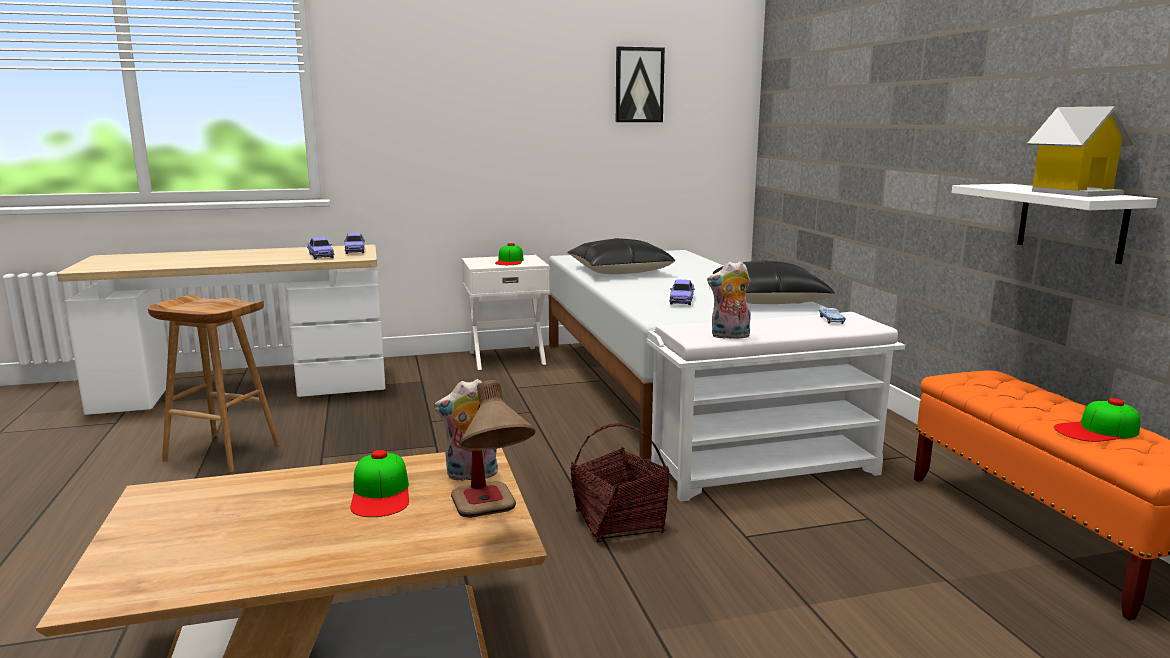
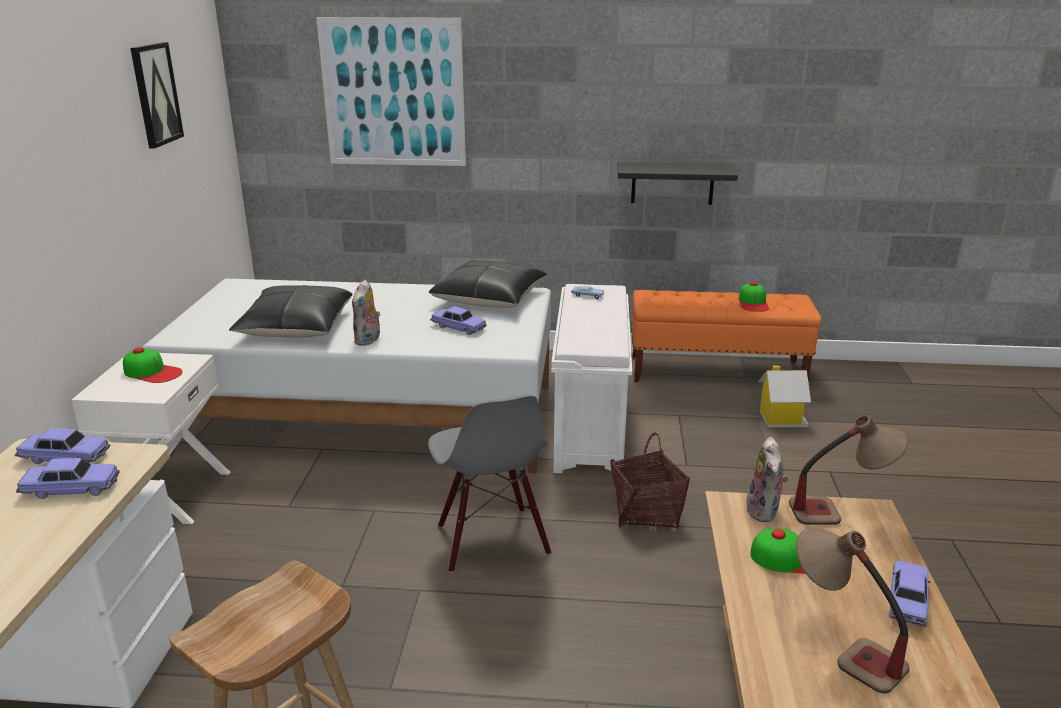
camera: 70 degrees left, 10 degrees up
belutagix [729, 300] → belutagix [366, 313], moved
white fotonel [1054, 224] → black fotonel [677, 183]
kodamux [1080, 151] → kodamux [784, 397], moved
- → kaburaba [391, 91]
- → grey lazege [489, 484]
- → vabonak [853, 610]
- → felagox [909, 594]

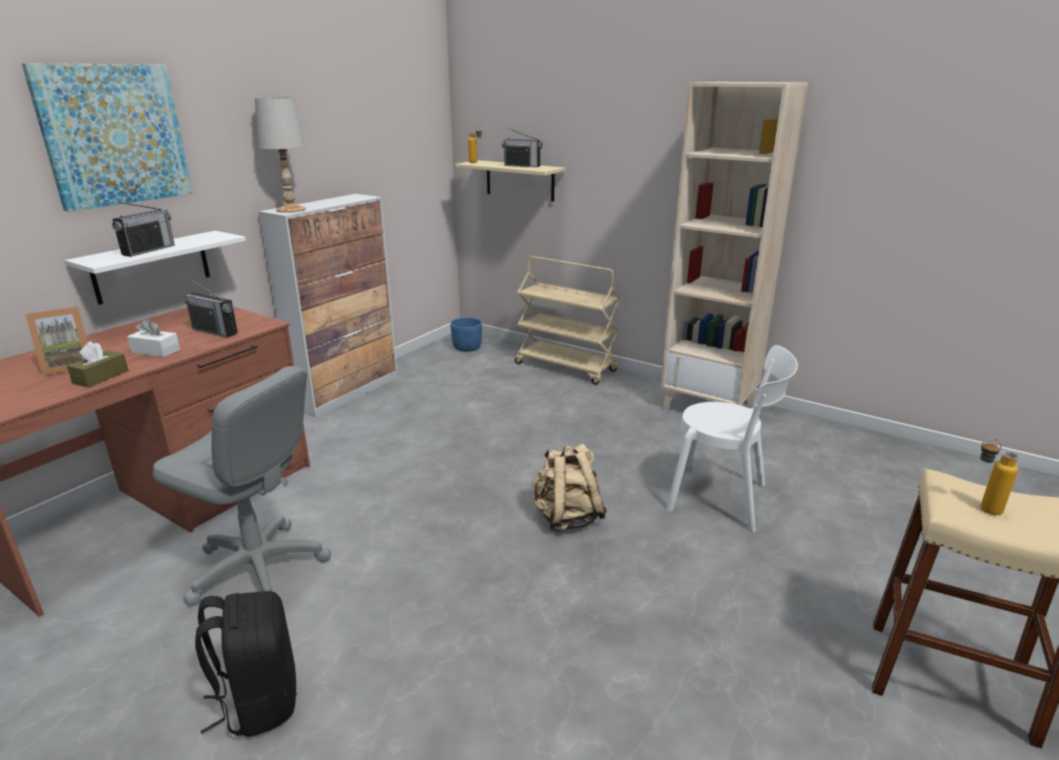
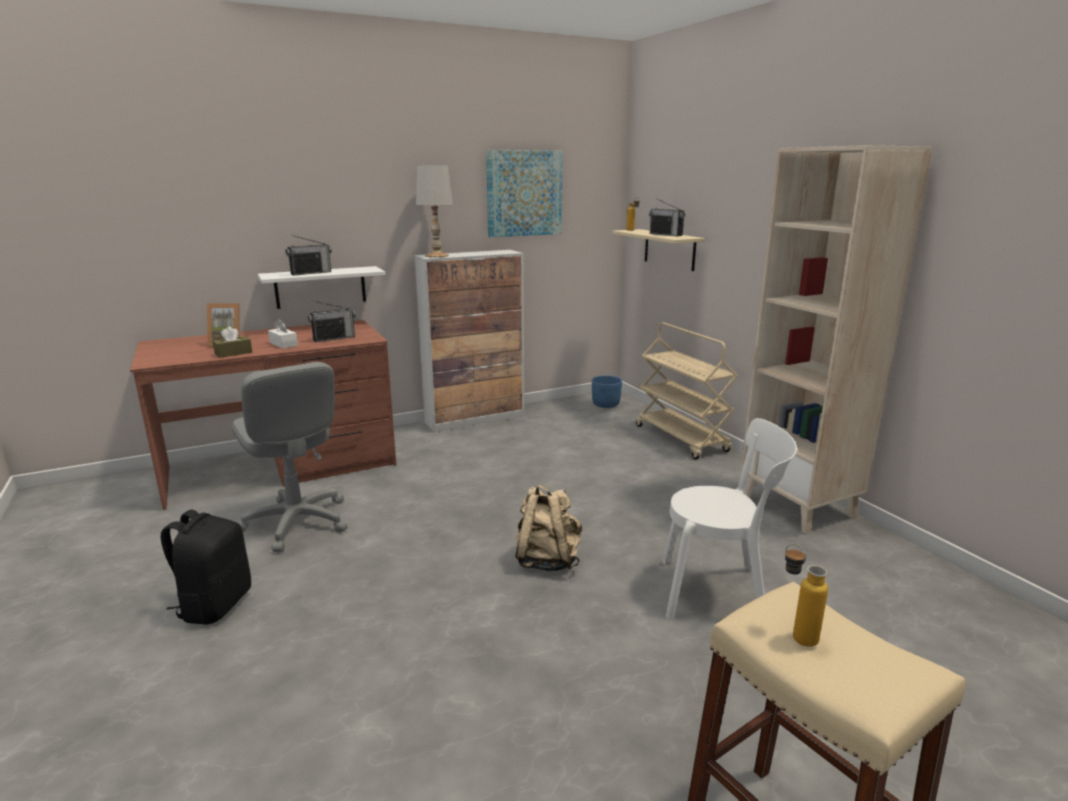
camera: 30 degrees right, 5 degrees down
kaburaba [107, 137] → kaburaba [524, 193], moved
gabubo [211, 309] → gabubo [332, 321], 90 degrees counterclockwise
white lazege [732, 438] → white lazege [730, 518], 45 degrees counterclockwise

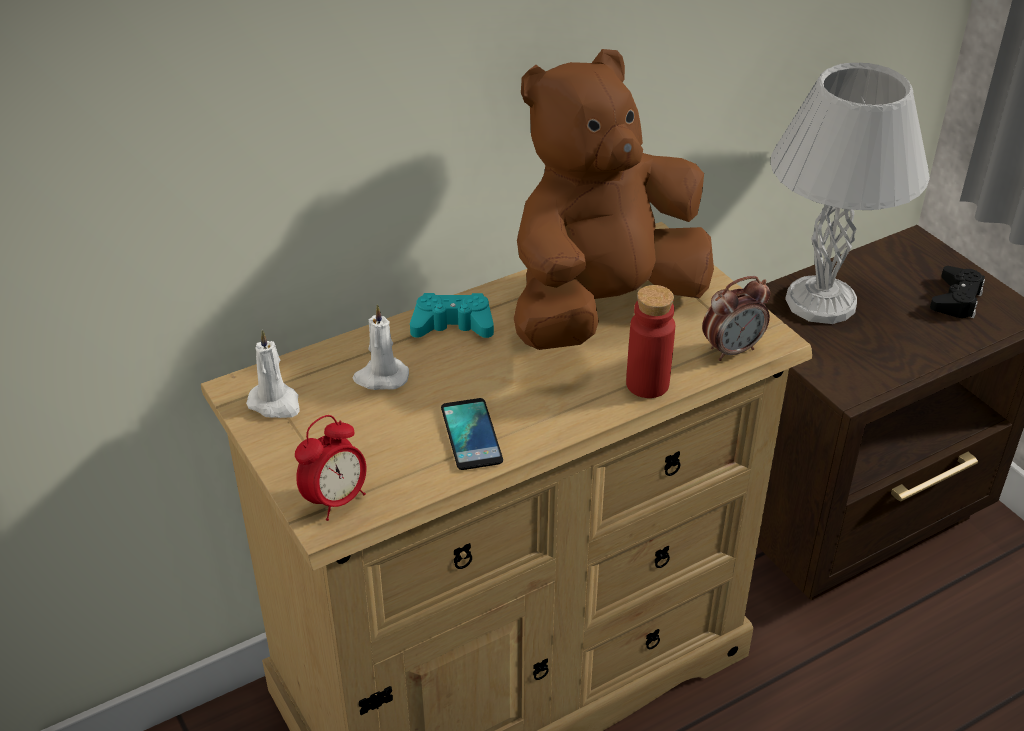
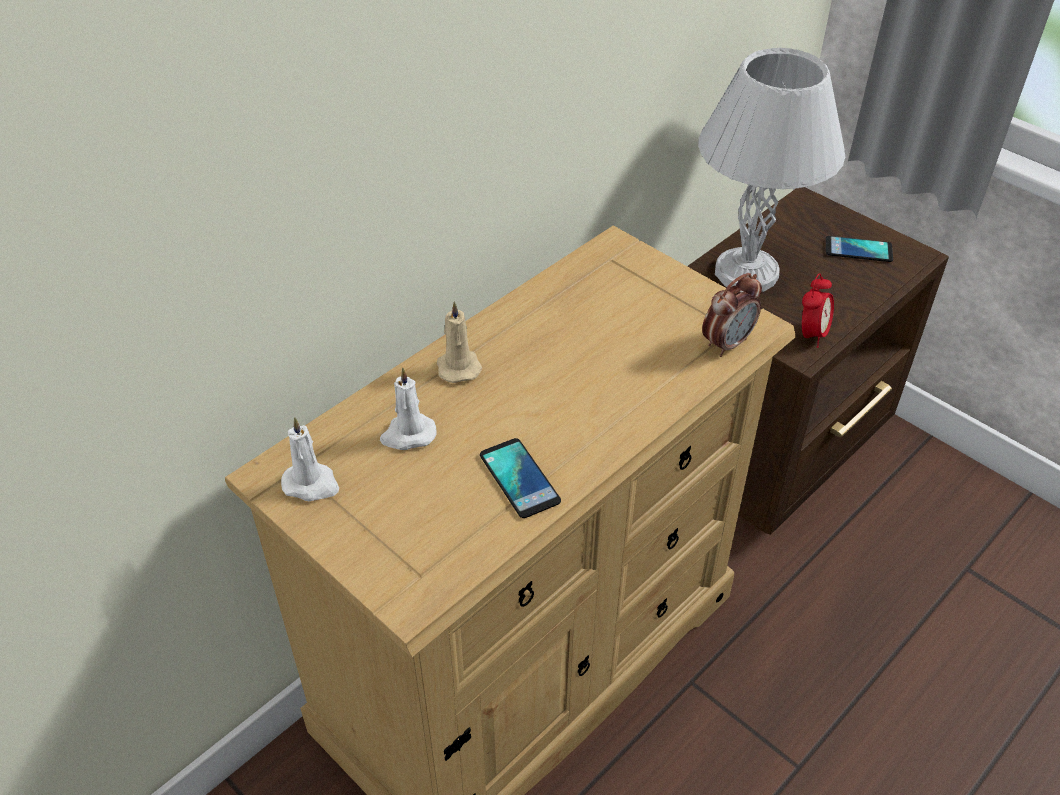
camera: 15 degrees left, 5 degrees up
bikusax [331, 468] → bikusax [818, 310], moved
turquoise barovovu [452, 315] → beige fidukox [459, 342]
brown belutagix [614, 199] → -
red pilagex [650, 341] → -
black barovovu [957, 292] → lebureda [859, 249]

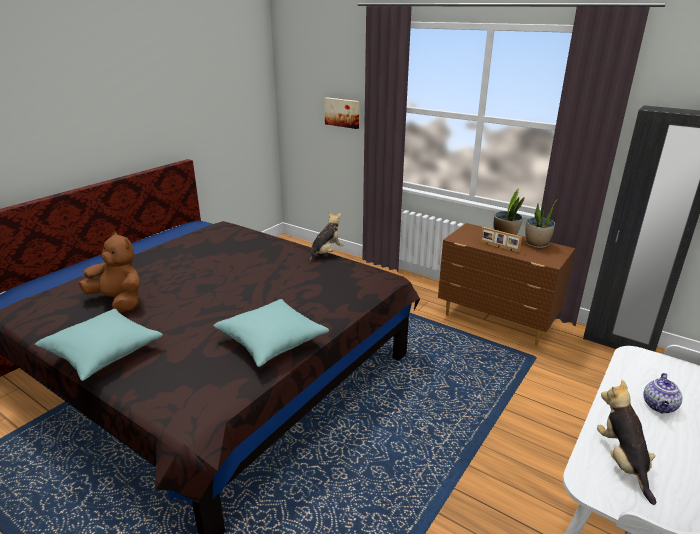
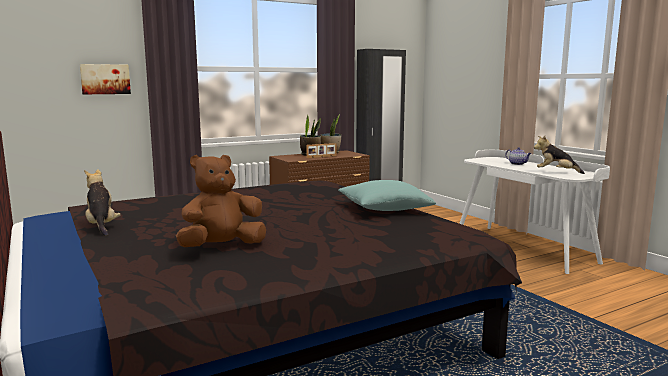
camera: 65 degrees left, 15 degrees down
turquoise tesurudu [99, 345] → -
belutagix [326, 237] → belutagix [102, 202], moved

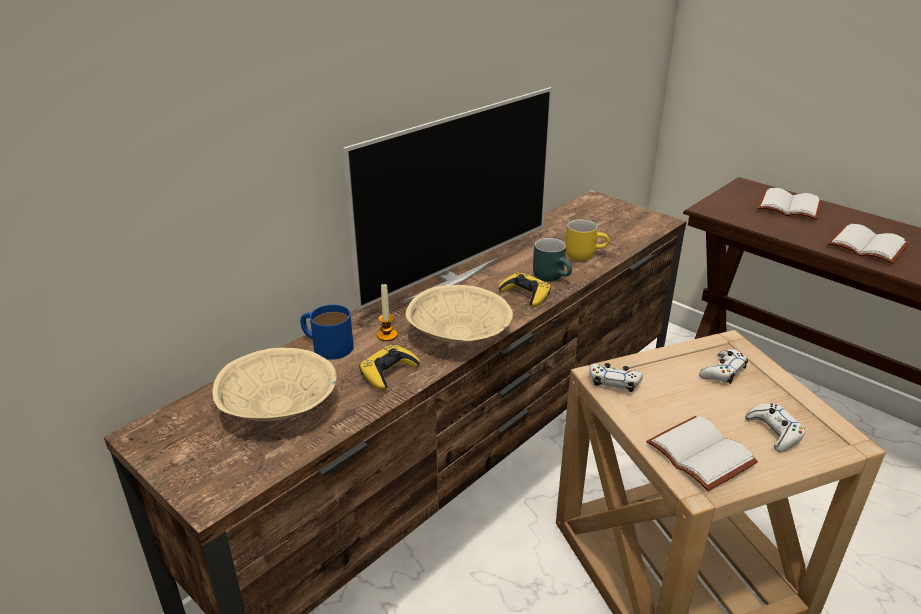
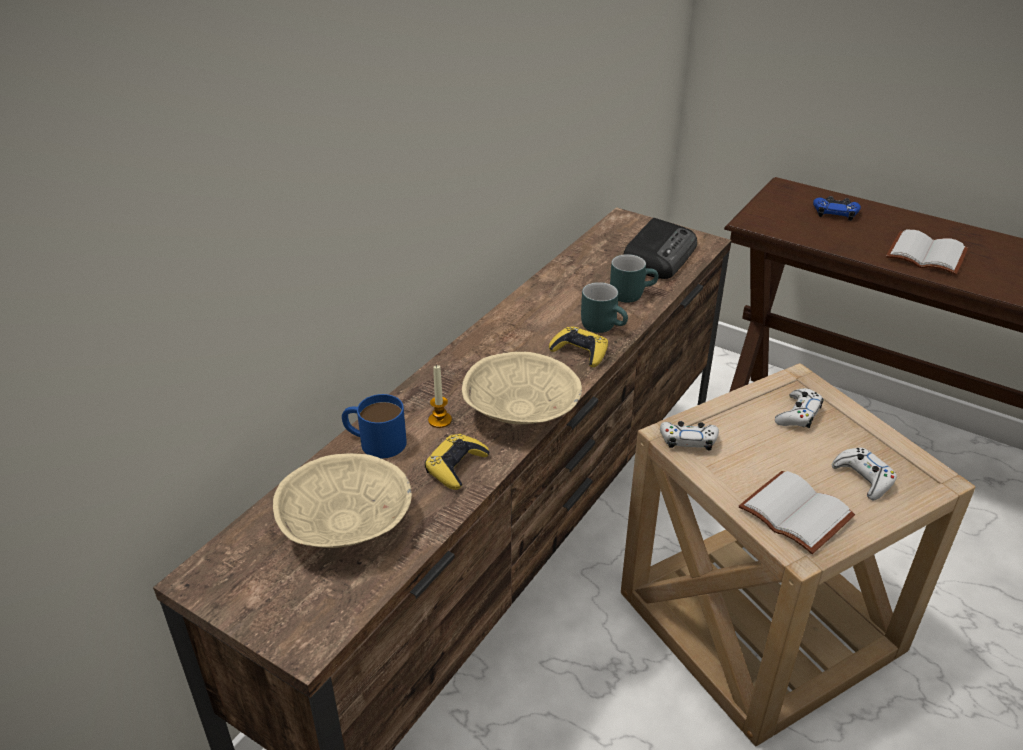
camera: 10 degrees left, 5 degrees up
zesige [447, 198] → -
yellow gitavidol [587, 240] → turquoise gitavidol [634, 278]
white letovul [789, 204] → blue barovovu [837, 208]
- → gabubo [660, 248]

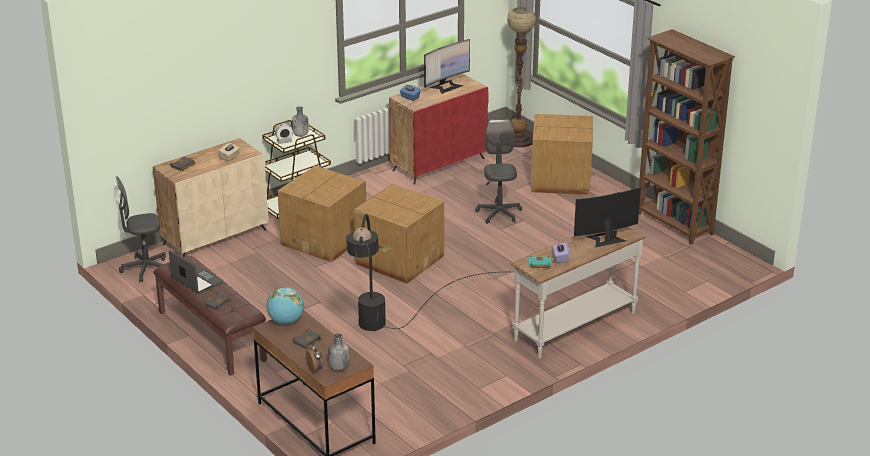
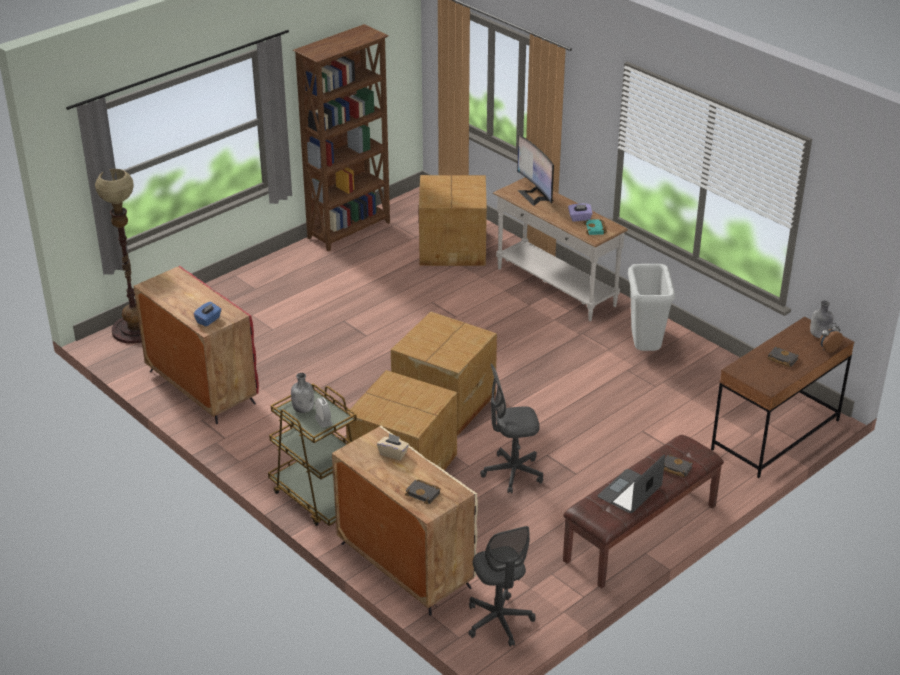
camera: 95 degrees left, 5 degrees up
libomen [285, 305] → -
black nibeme [422, 272] → -
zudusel [447, 66] → -
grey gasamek [498, 171] → grey gasamek [511, 429], moved
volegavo [562, 154] → volegavo [453, 220], moved
- → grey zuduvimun [651, 307]

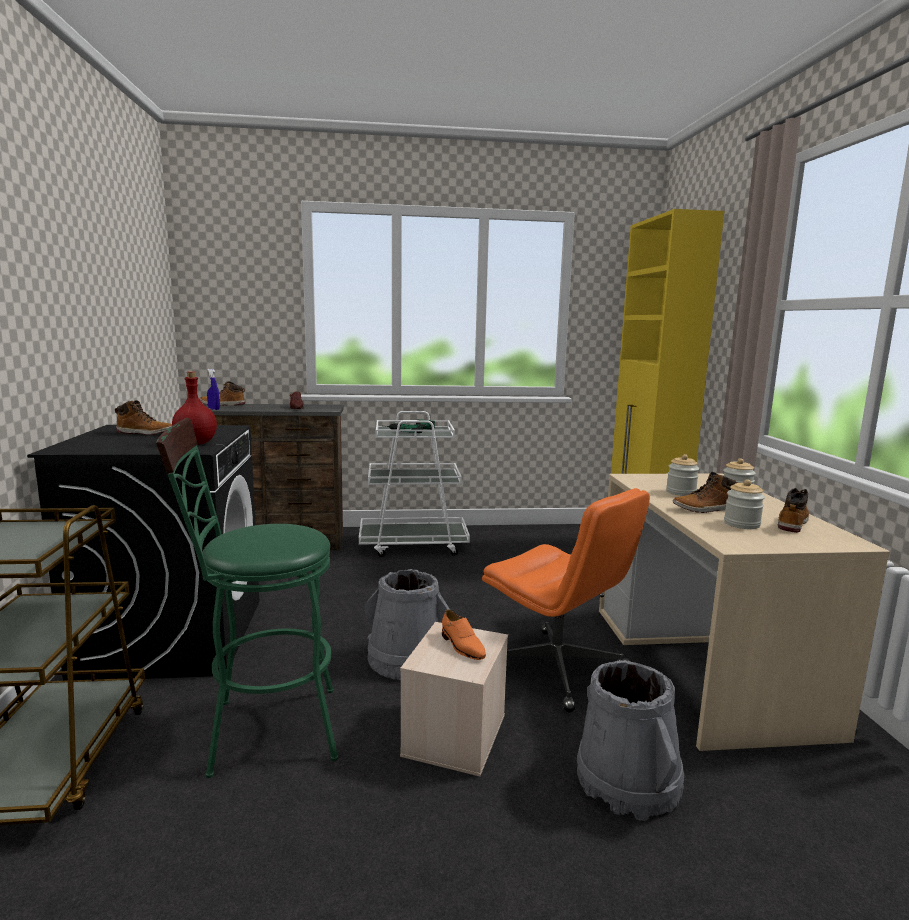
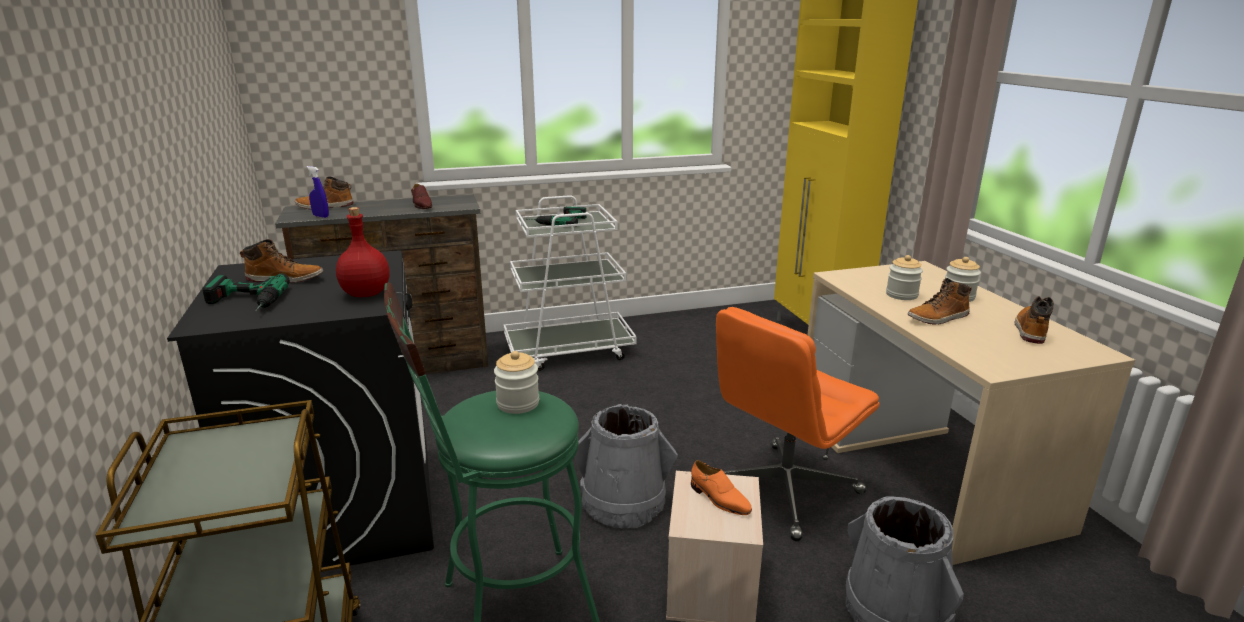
camera: 10 degrees left, 10 degrees up
orange gasamek [566, 600] → orange gasamek [797, 424], 105 degrees clockwise
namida [744, 504] → namida [516, 382], moved
- → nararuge [246, 292]

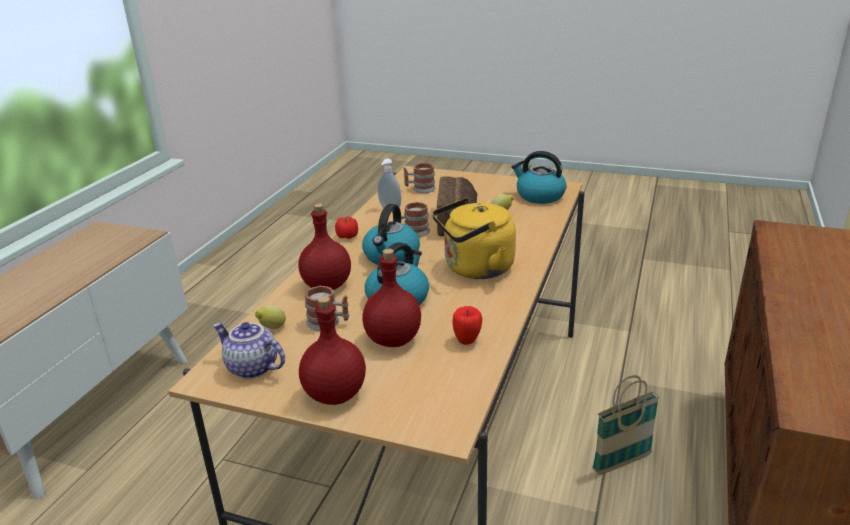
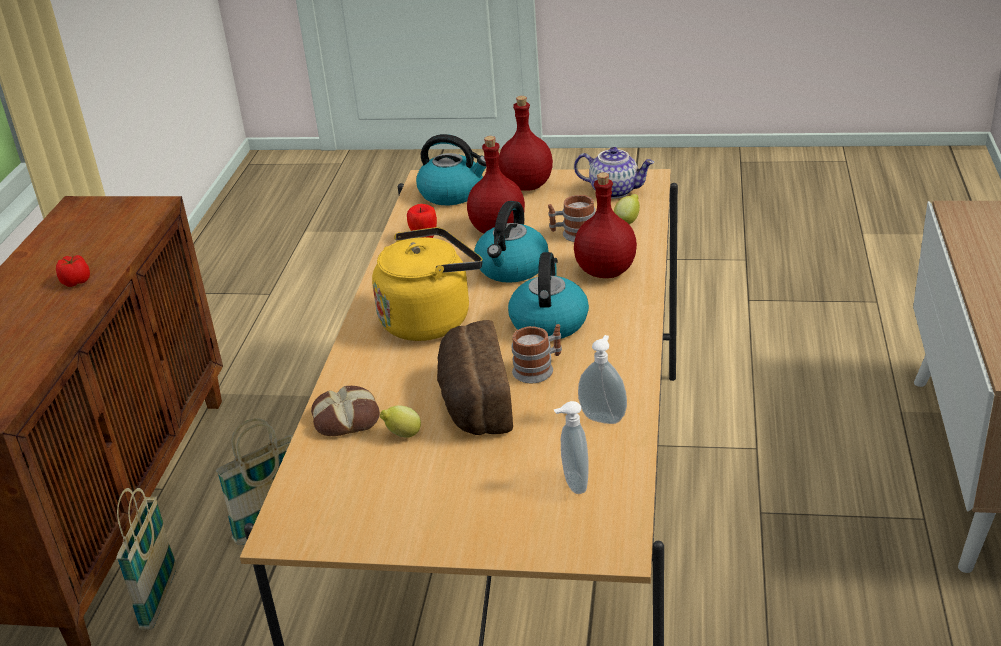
camera: 170 degrees right, 5 degrees up
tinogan [346, 227] → tinogan [73, 271], moved
gitavidol [419, 178] → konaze [571, 447]
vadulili [539, 177] → vadulili [451, 169], moved
- → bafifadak [146, 559]
- → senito [345, 411]

